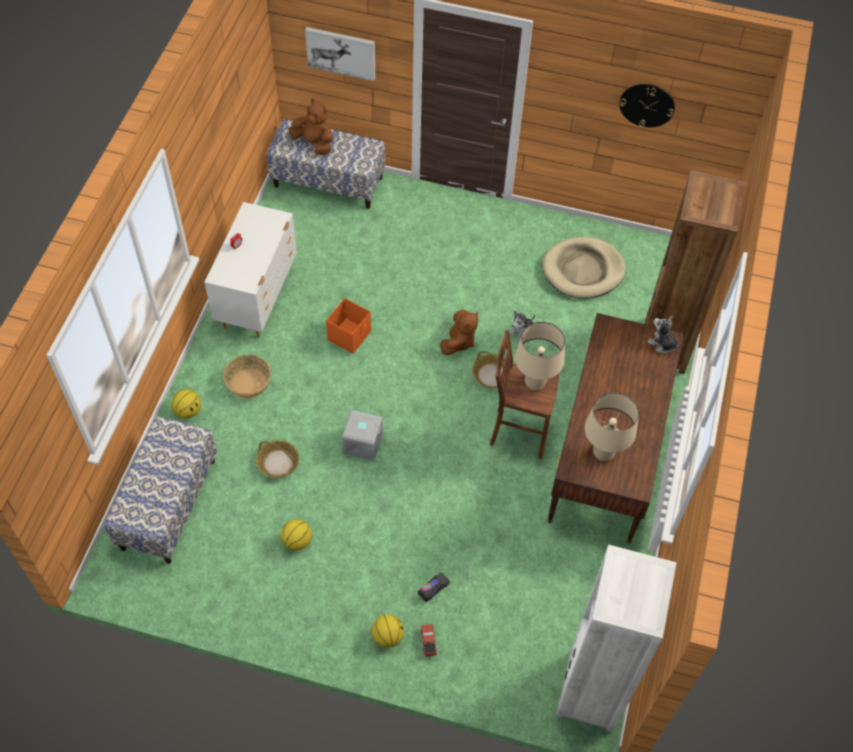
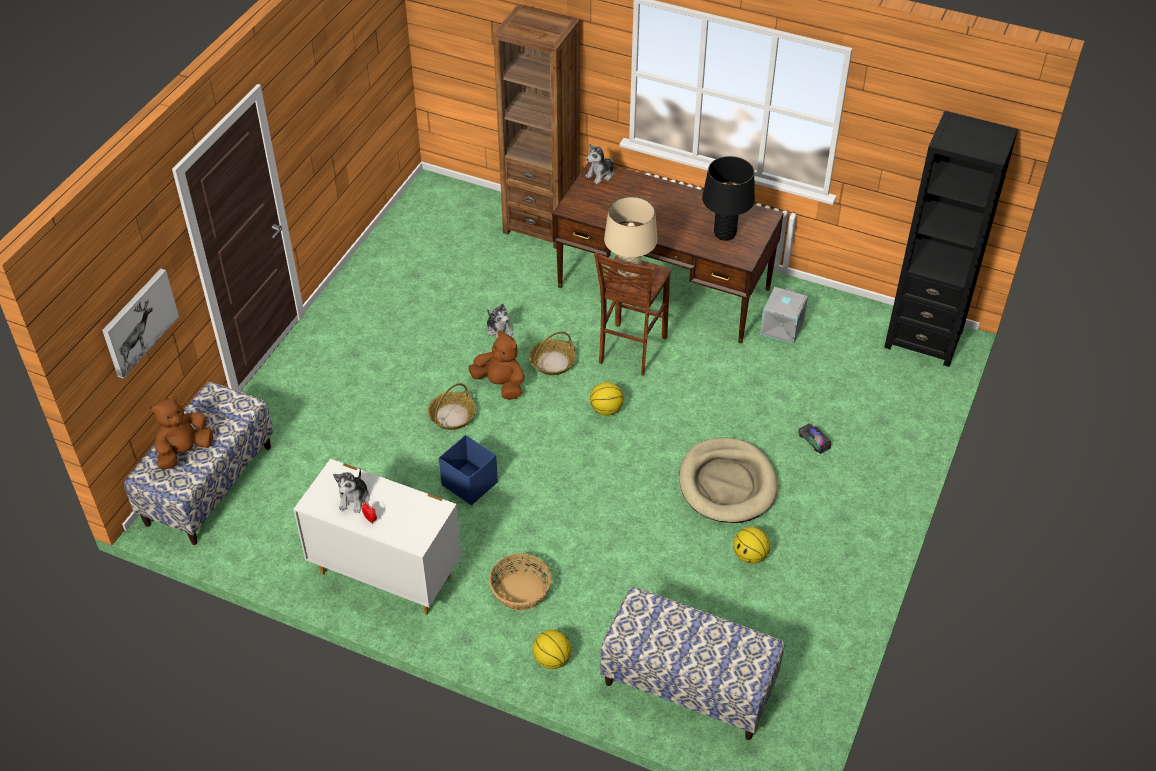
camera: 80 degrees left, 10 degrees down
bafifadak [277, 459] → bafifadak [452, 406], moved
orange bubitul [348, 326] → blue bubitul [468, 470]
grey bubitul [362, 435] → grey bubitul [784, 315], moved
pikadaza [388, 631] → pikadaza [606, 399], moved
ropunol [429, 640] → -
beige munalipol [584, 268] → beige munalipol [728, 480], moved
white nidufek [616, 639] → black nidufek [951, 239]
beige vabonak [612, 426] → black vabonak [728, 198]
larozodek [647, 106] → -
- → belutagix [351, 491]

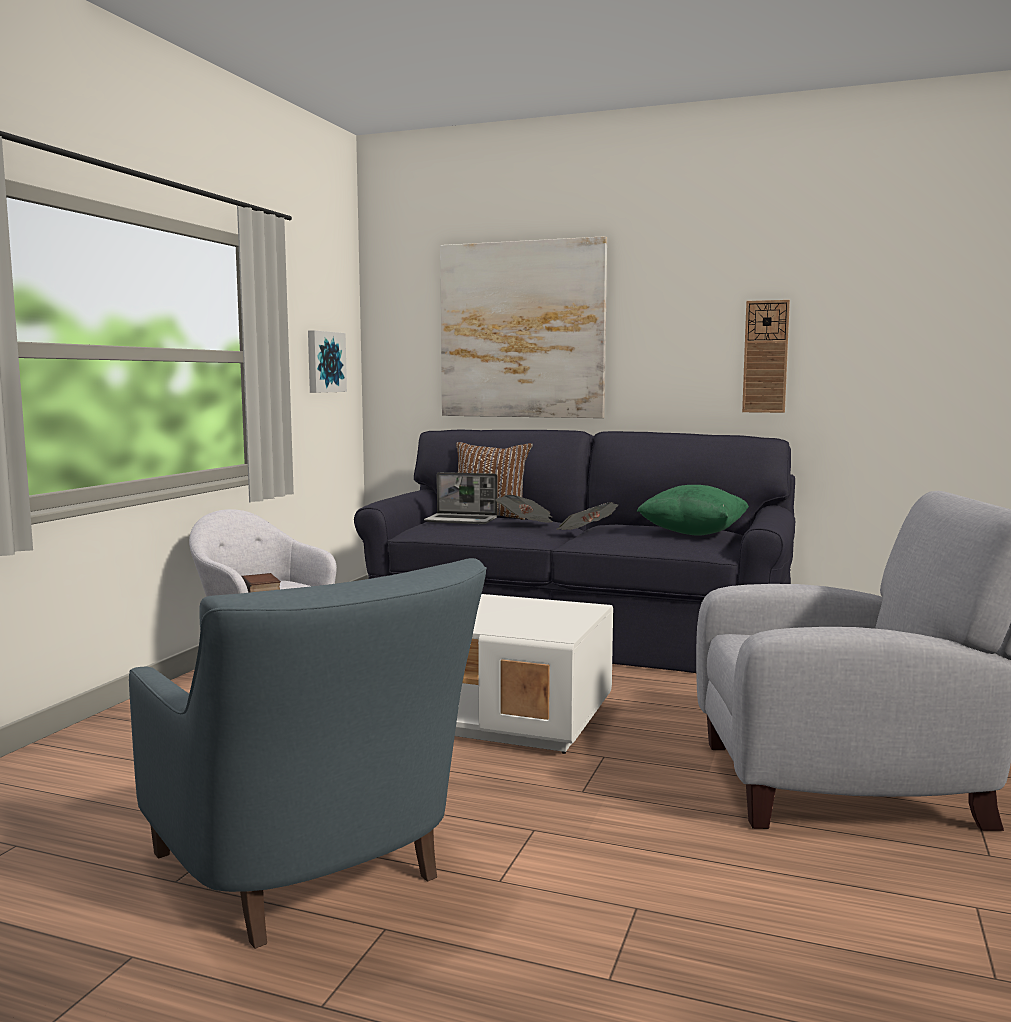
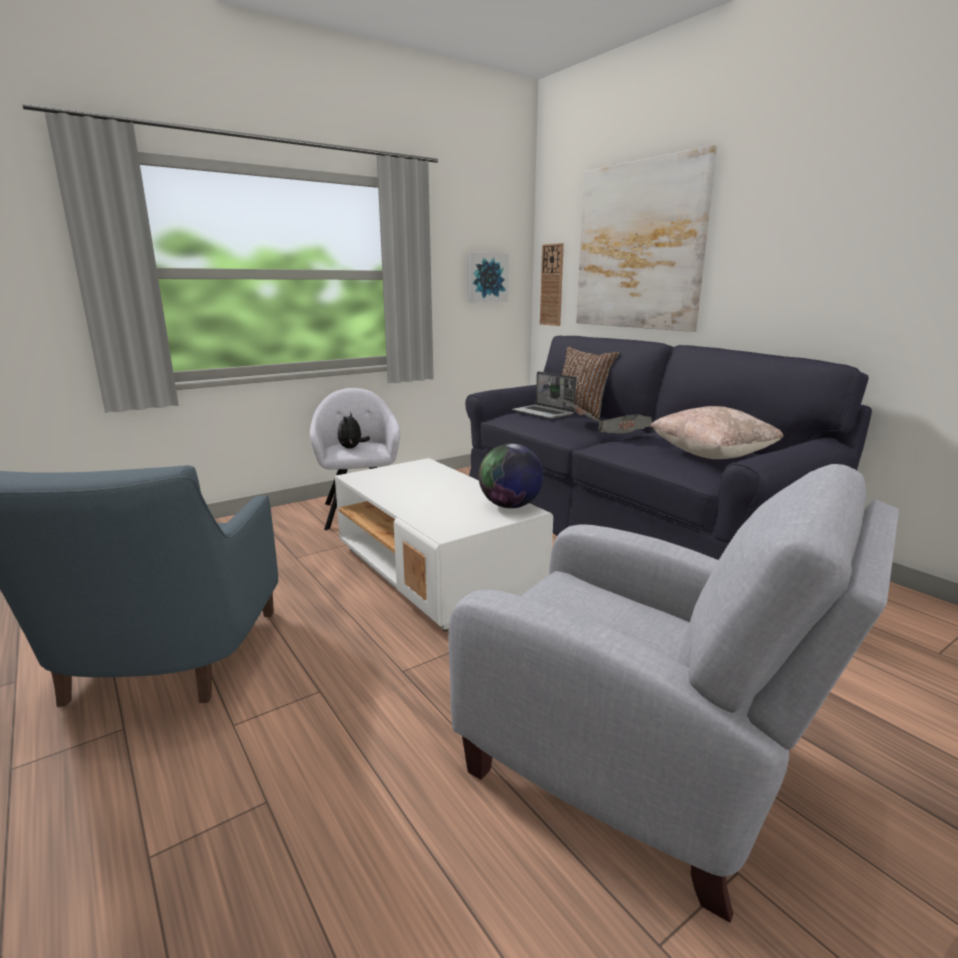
camera: 35 degrees right, 10 degrees up
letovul [261, 583] → belutagix [353, 431]
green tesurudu [693, 510] → beige tesurudu [717, 432]
larozodek [766, 356] → larozodek [552, 284], moved
- → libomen [511, 476]

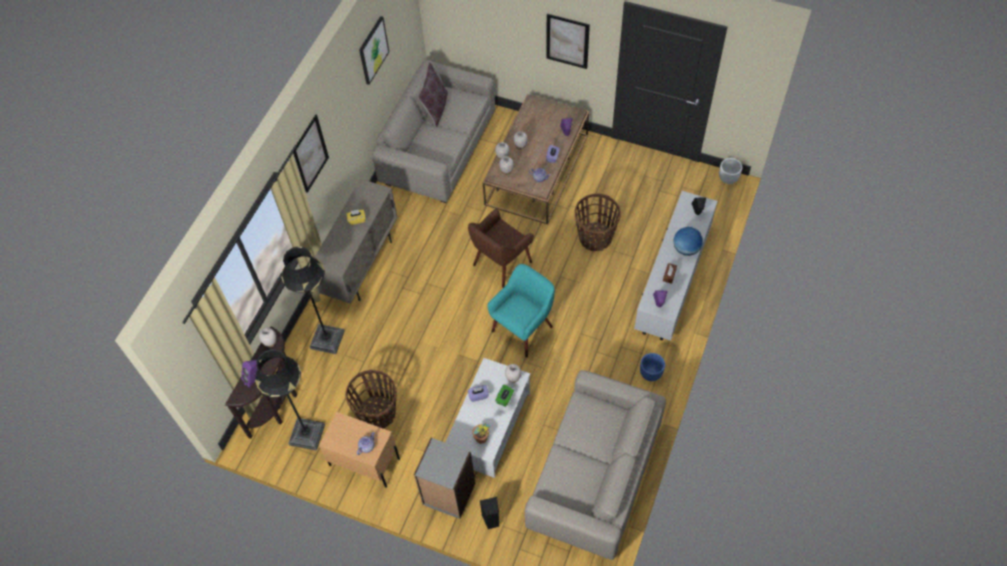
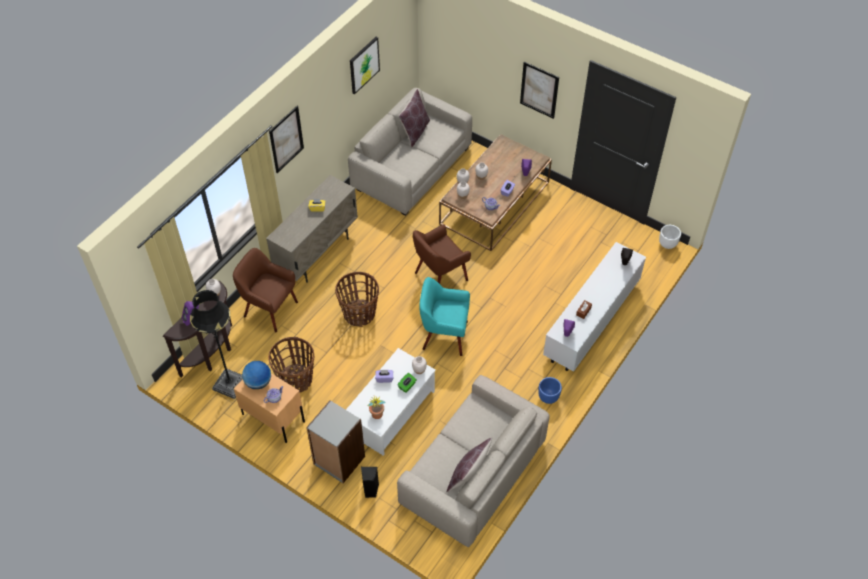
camera: 10 degrees right, 5 degrees down
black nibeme [313, 300] → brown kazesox [265, 290]
turquoise kazesox [521, 310] → turquoise kazesox [444, 316], 135 degrees counterclockwise
bafifadak [598, 222] → bafifadak [357, 299], moved
libomen [688, 241] → libomen [256, 375], moved
- → brown tesurudu [469, 465]

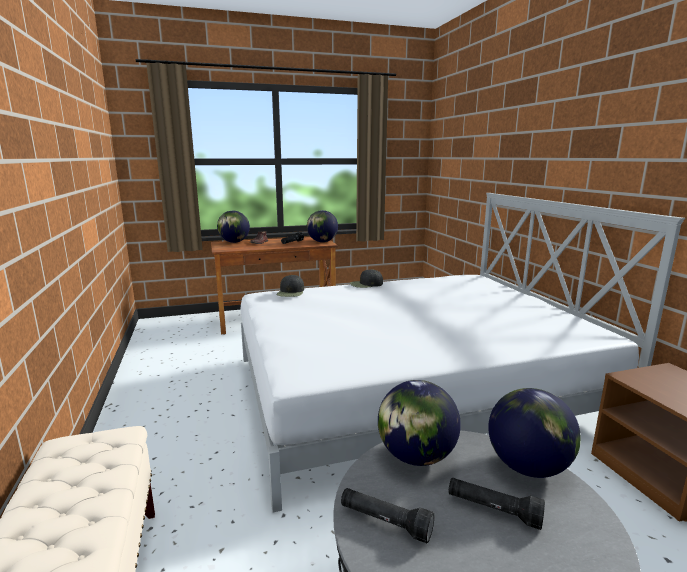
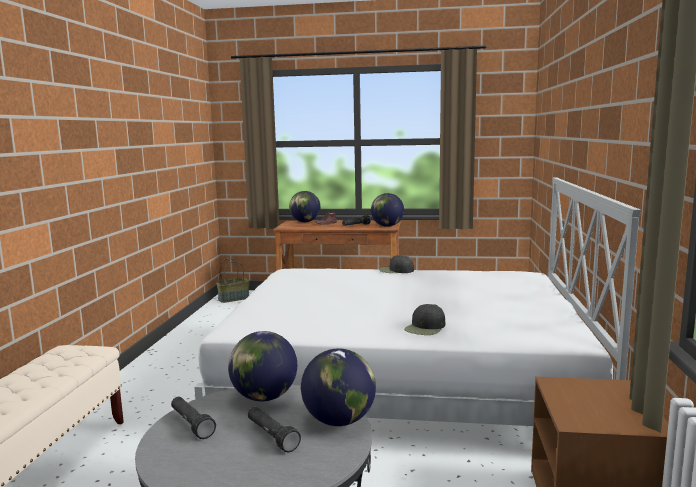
camera: 25 degrees right, 5 degrees down
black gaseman [290, 286] → black gaseman [424, 319], moved
- → bafifadak [233, 280]

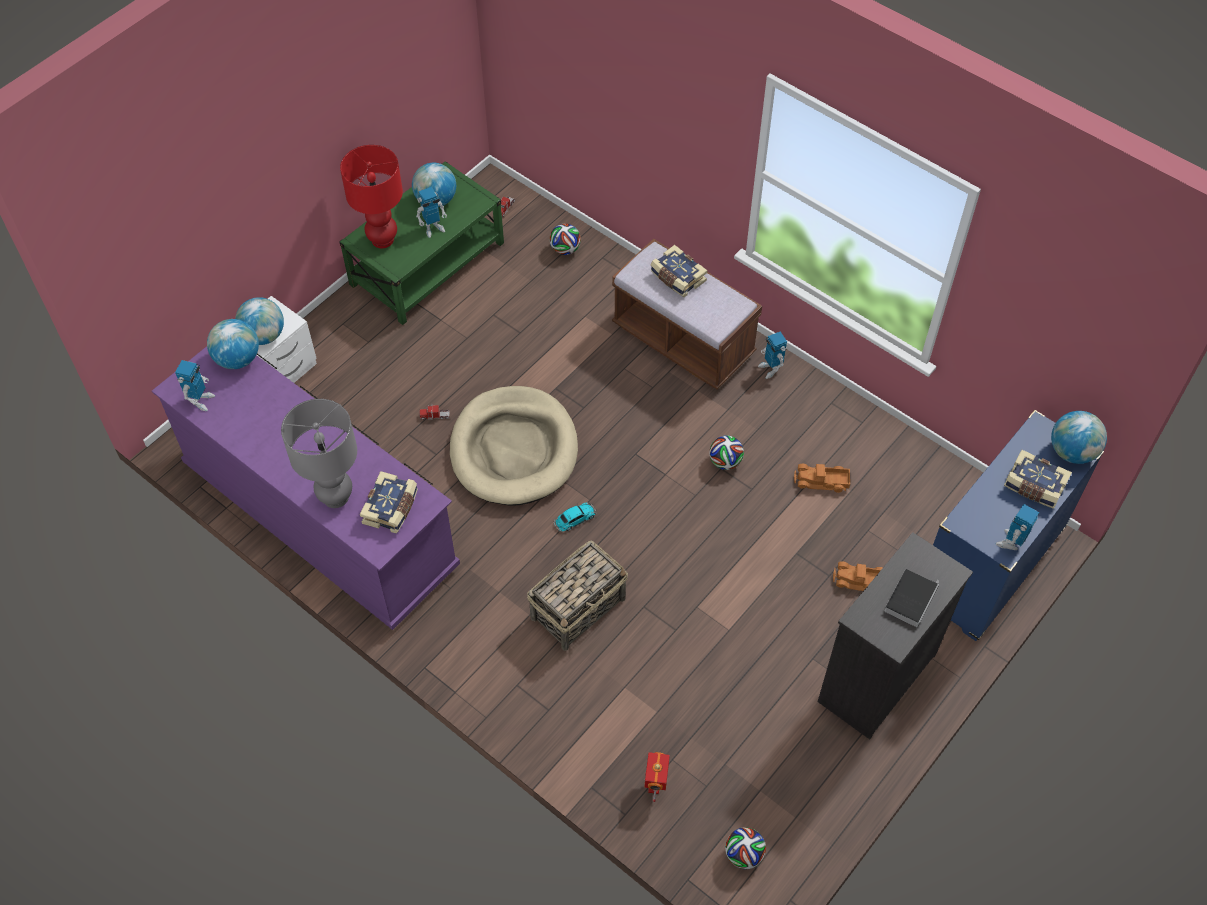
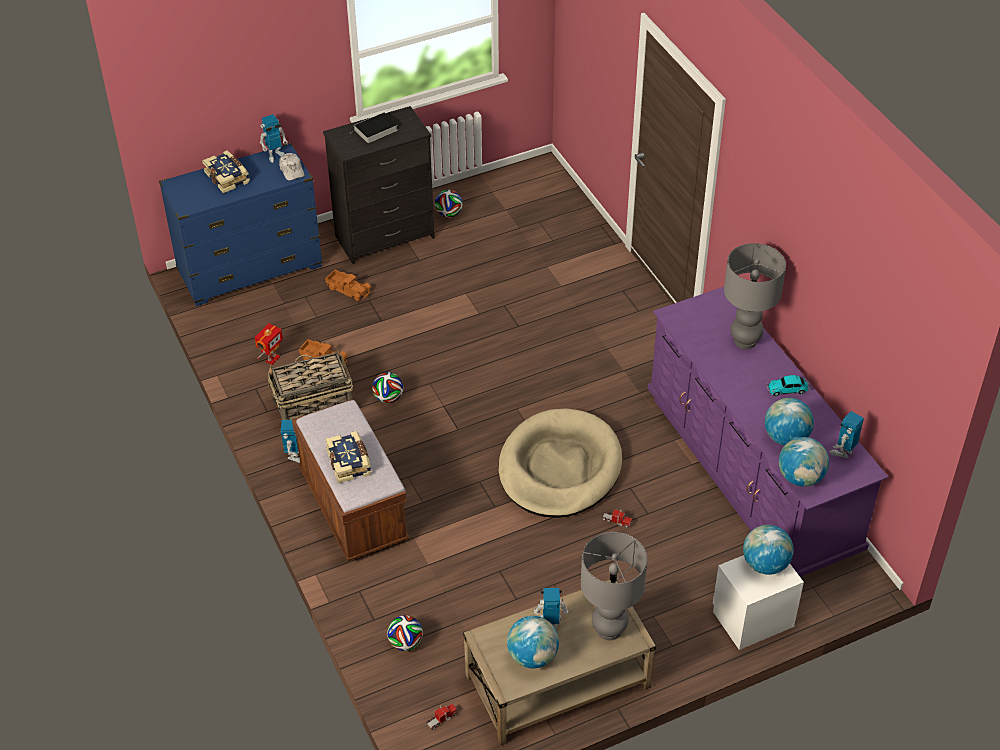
camera: 155 degrees left, 10 degrees down
red vabonak [371, 196] → grey vabonak [614, 586]
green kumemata [422, 243] → beige kumemata [559, 662]
letovul [389, 502] → -
bafifadak [577, 595] → bafifadak [310, 384], moved
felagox [575, 517] → felagox [788, 385], moved
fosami [657, 777] → fosami [269, 344], moved
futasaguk [745, 848] → futasaguk [449, 204], moved
libomen [1079, 437] → libomen [789, 422], moved
- → white gaseman [291, 166]

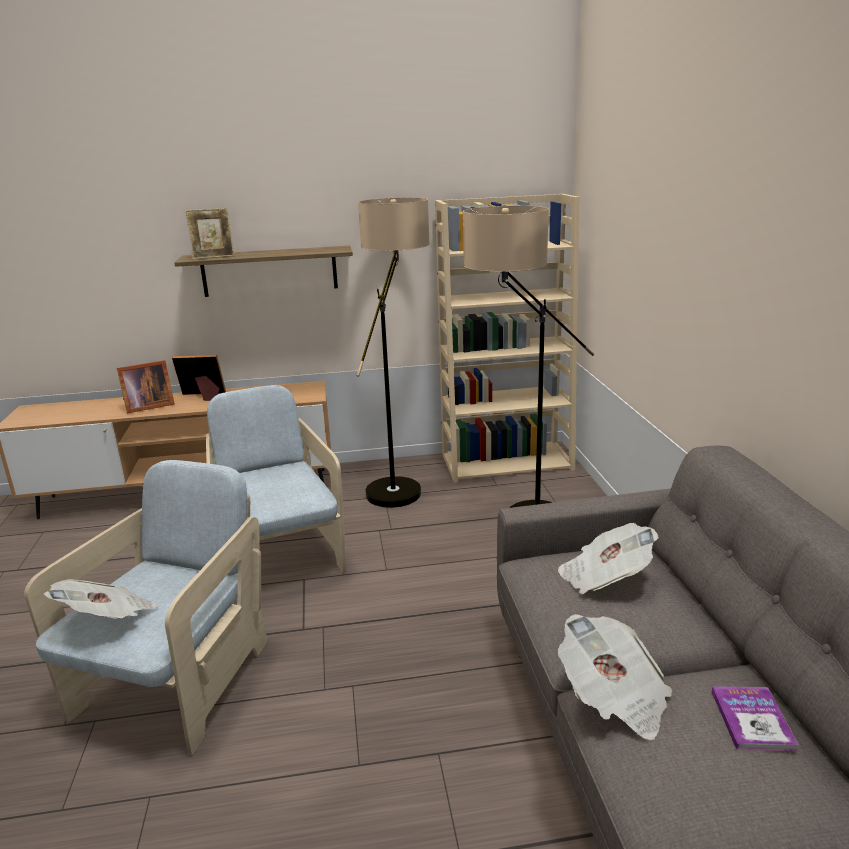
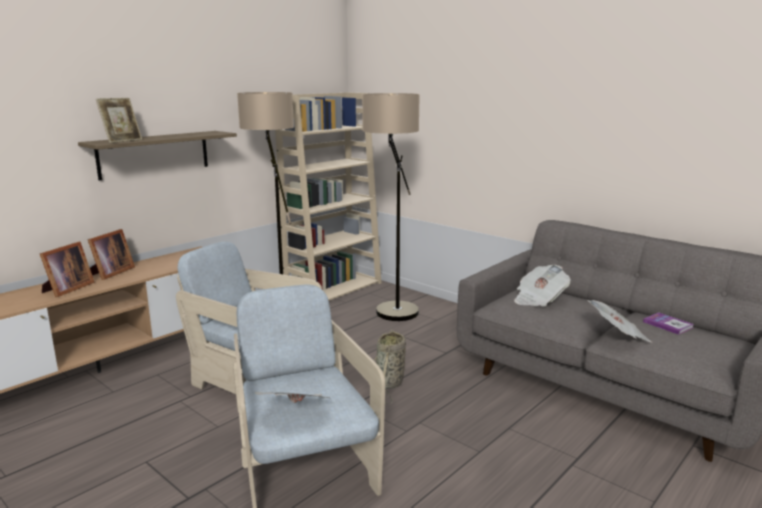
camera: 40 degrees left, 5 degrees down
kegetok [199, 378] → kegetok [111, 254], 150 degrees clockwise
- → bafifadak [390, 367]

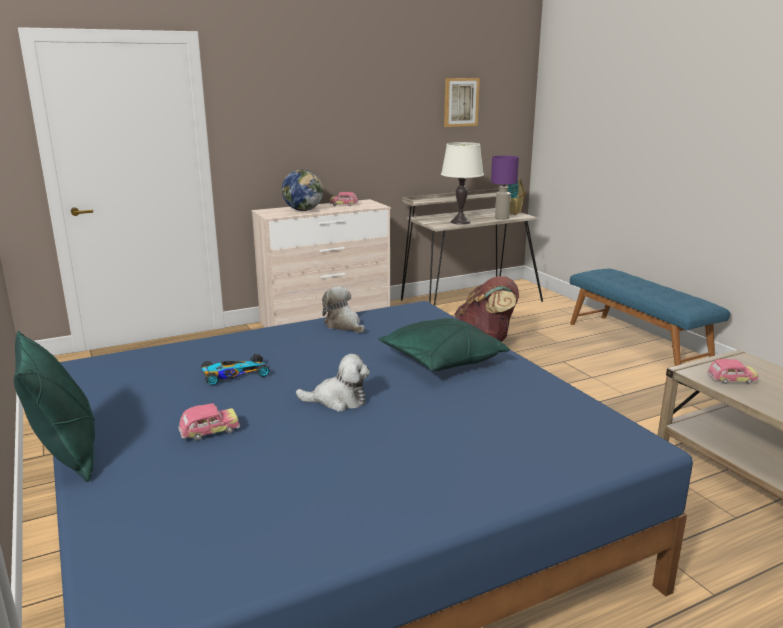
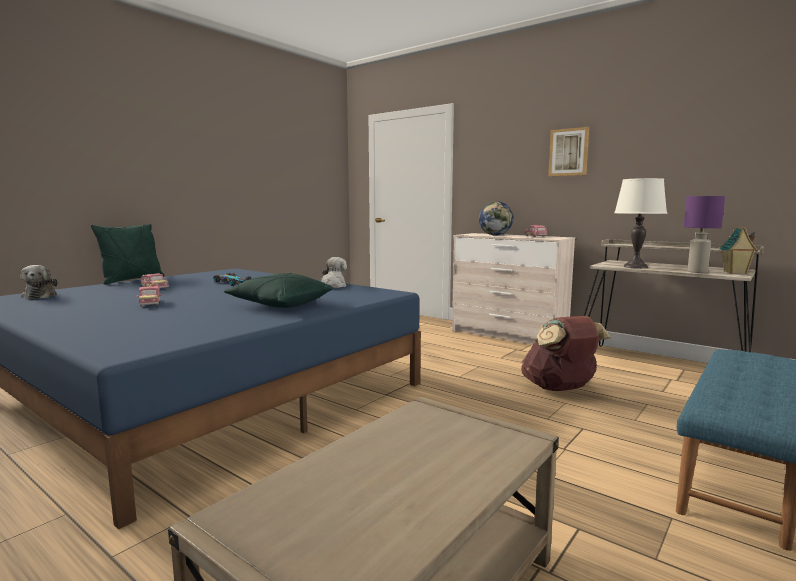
camera: 65 degrees right, 10 degrees down
belutagix [333, 383] → belutagix [39, 282], moved
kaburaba [462, 102] → kaburaba [568, 151], moved
felagox [732, 371] → felagox [148, 296], moved

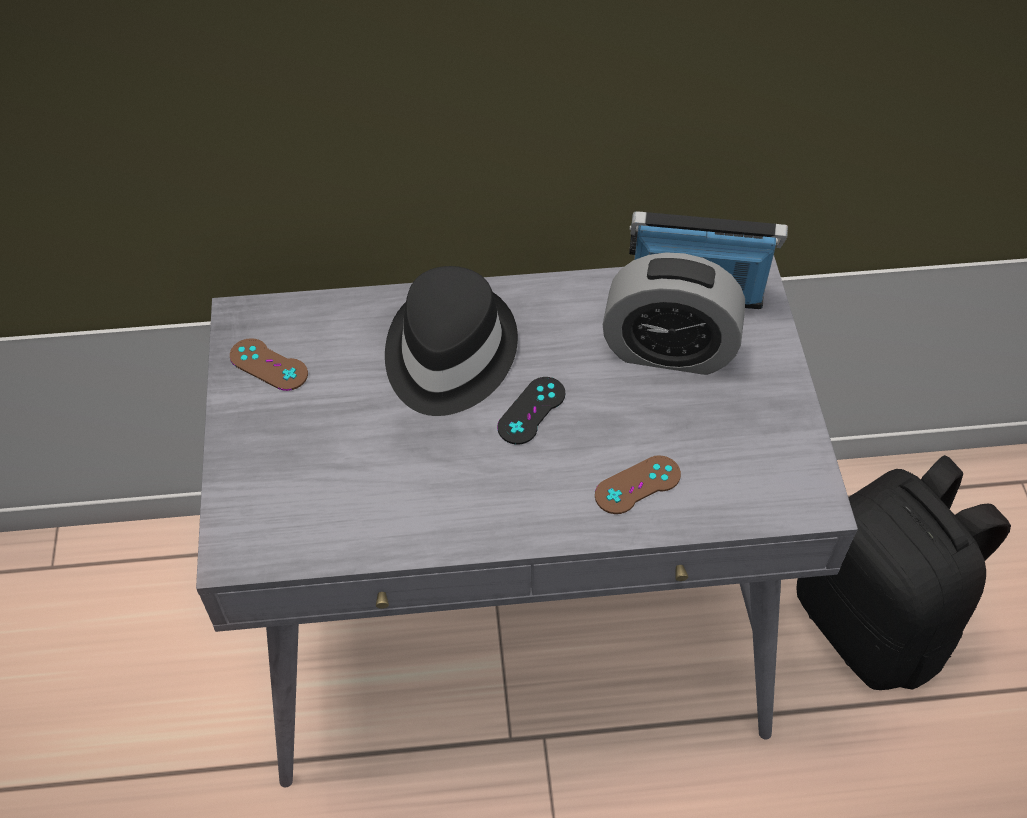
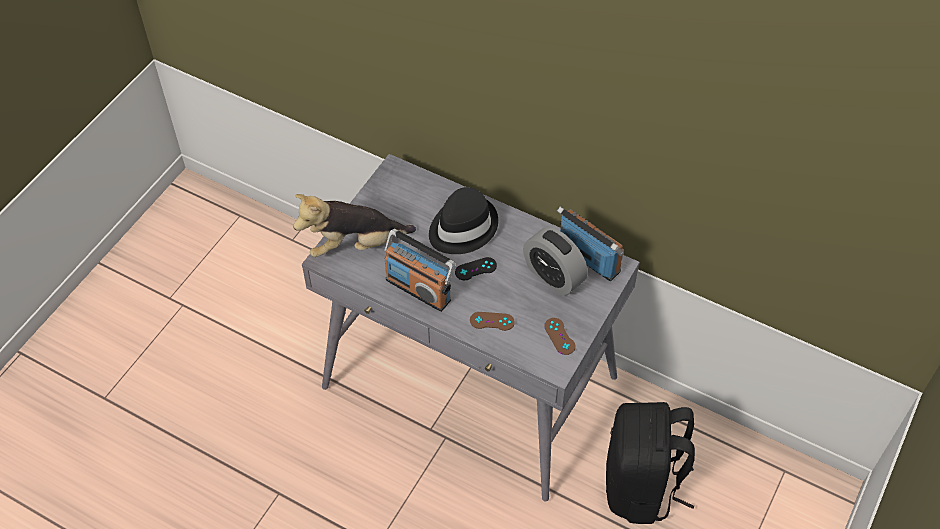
camera: 35 degrees right, 0 degrees up
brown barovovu [269, 364] → brown barovovu [560, 336], moved
- → belutagix [354, 225]
- → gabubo [419, 270]

